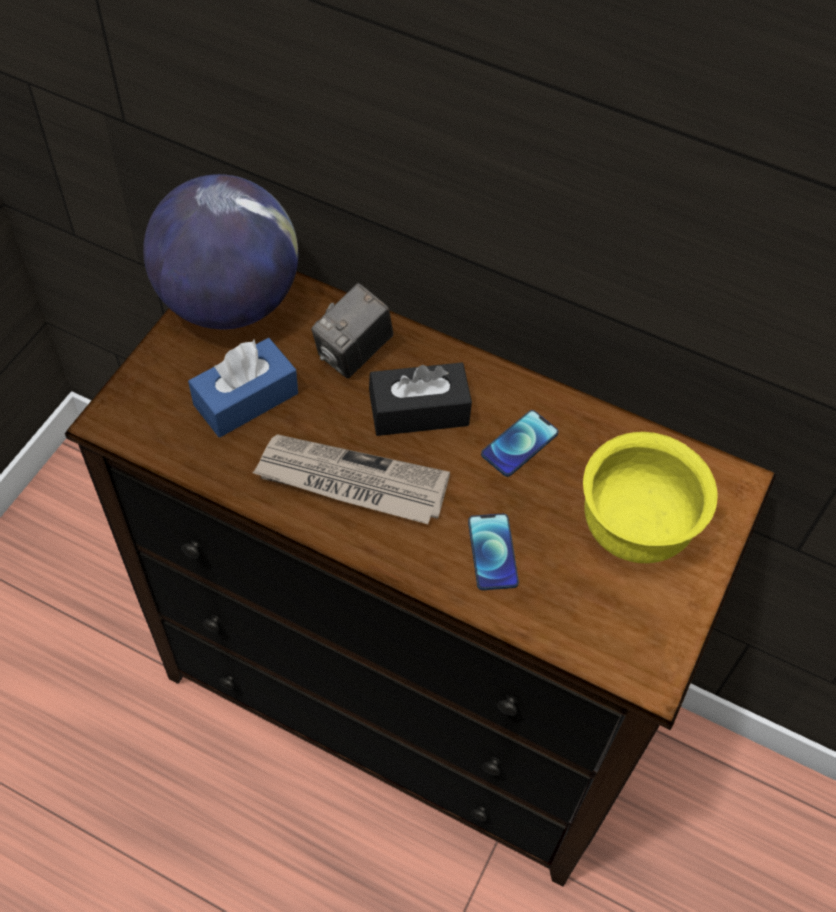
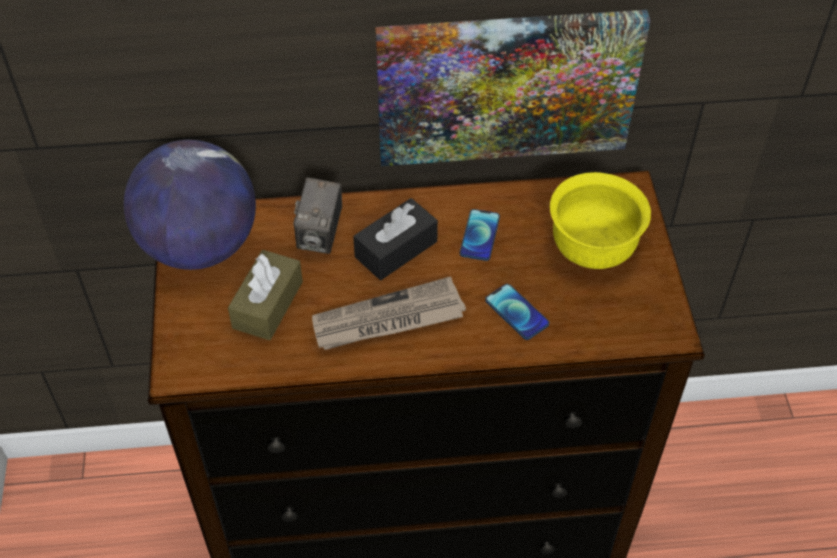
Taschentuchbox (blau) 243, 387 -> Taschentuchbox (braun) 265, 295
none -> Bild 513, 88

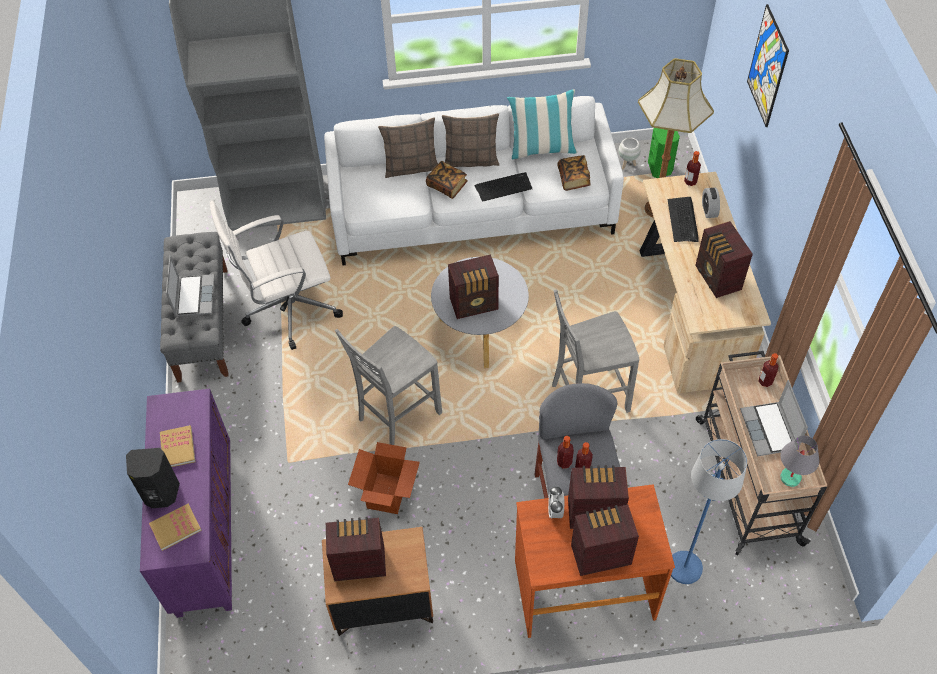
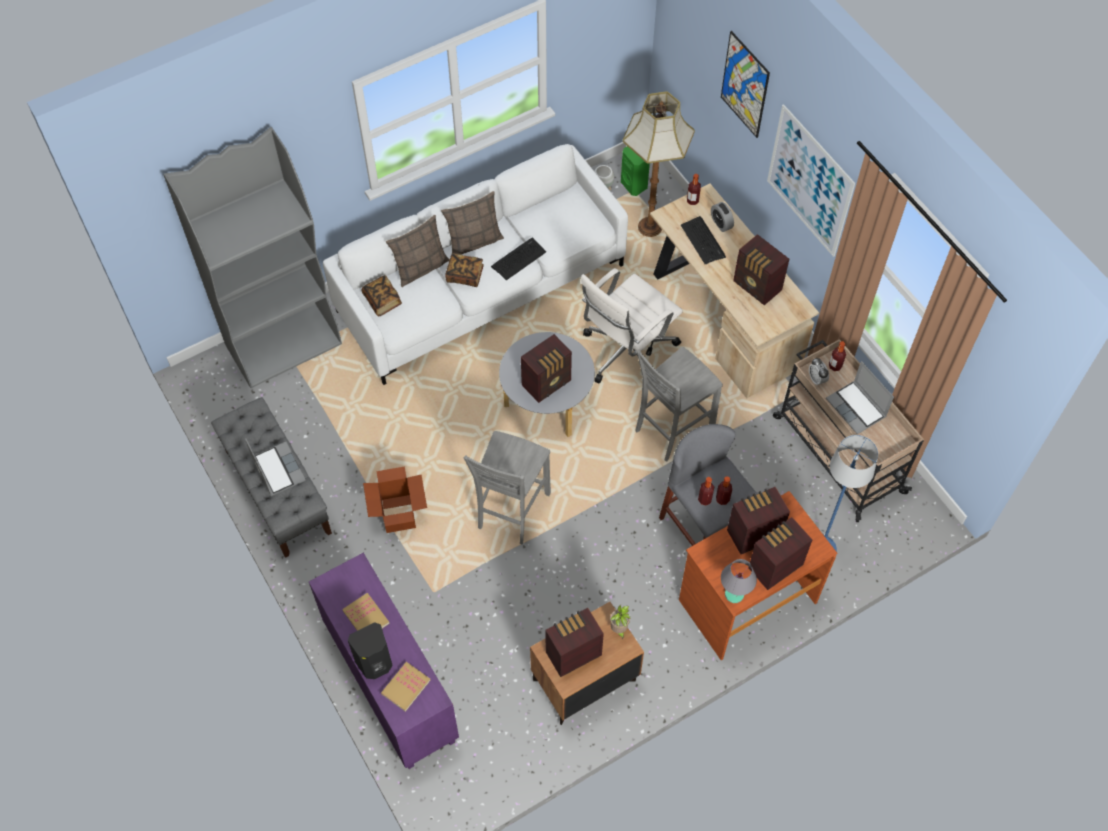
Buch 574, 173 -> Buch 382, 295, shifted
Karton 384, 478 -> Karton 395, 499, shifted
Bürostuhl (weiß) 276, 275 -> Bürostuhl (weiß) 631, 326, shifted
none -> Topfpflanze 620, 622
Tischlampe (grau) 799, 461 -> Tischlampe (grau) 739, 581, shifted
none -> Bild 811, 180
Wecker 556, 502 -> Wecker 819, 371, shifted
Kissen 542, 124 -> none

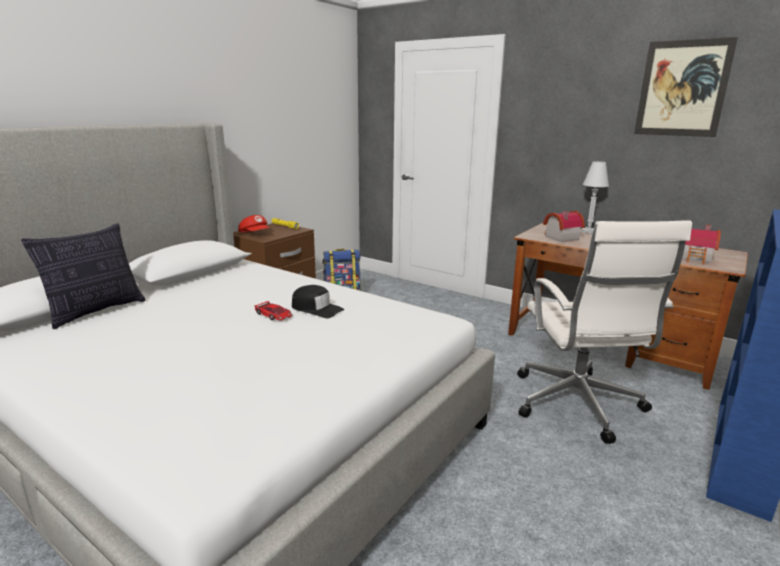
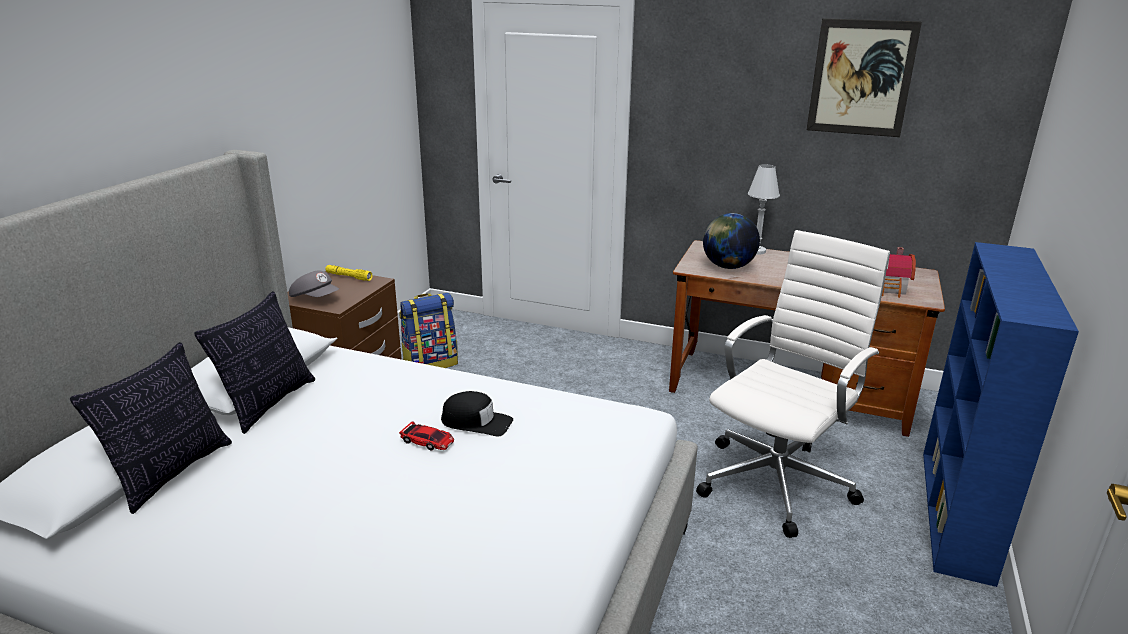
none -> Kissen 254, 362
Kappe (rot) 253, 223 -> Kappe (grau) 314, 284
Bürostuhl (weiß) 604, 332 -> Bürostuhl (weiß) 793, 384, 120 degrees counterclockwise
Spielzeughaus 564, 226 -> Globus 731, 241

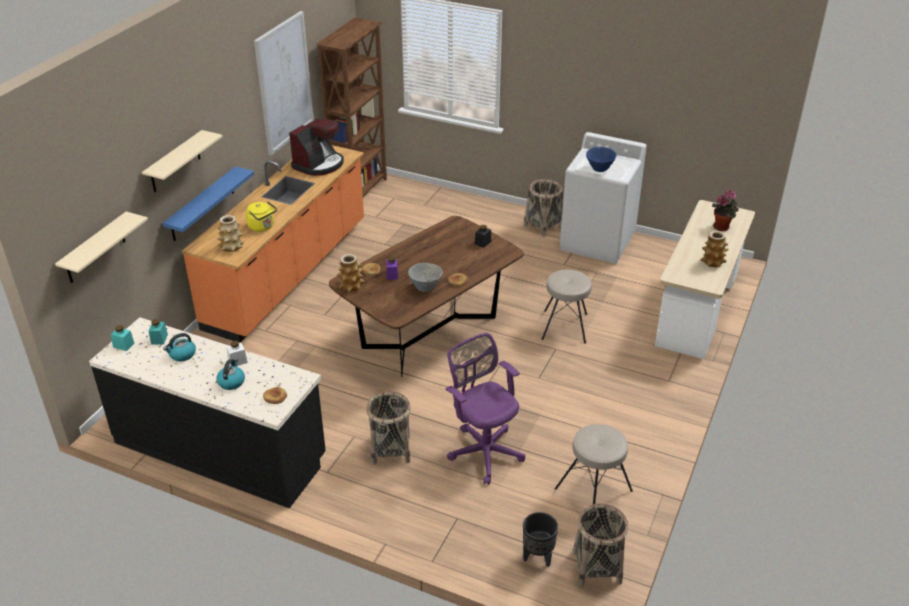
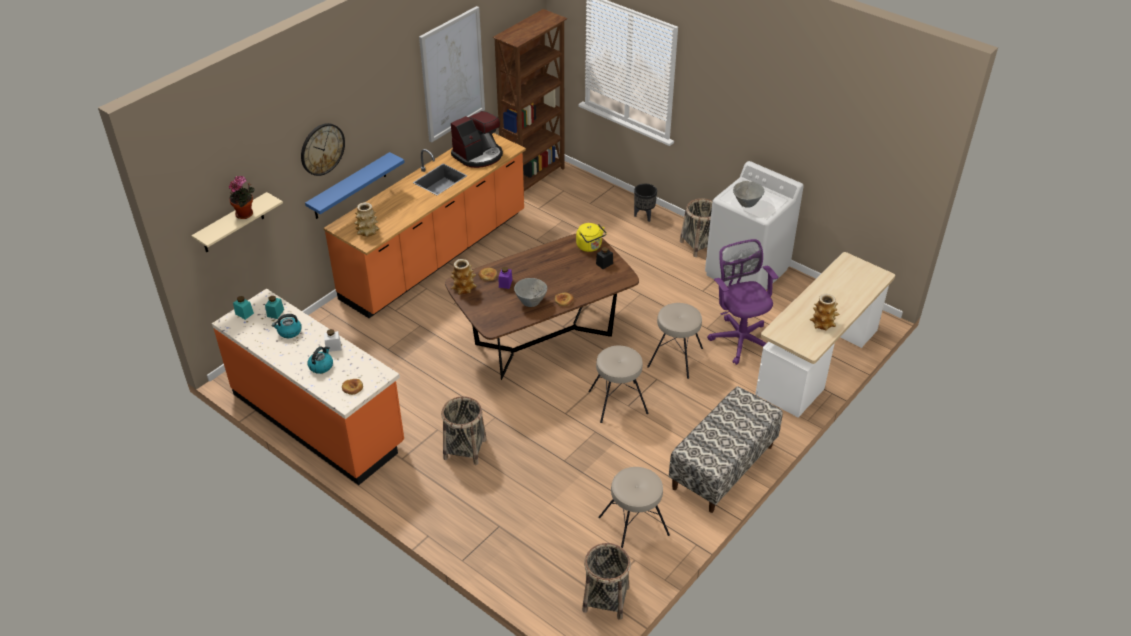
Küchenzeile (schwarz) 207, 412 -> Küchenzeile (orange) 308, 387
Topfpflanze 725, 210 -> Topfpflanze 242, 197, shifted
Wandregal (beige) 182, 161 -> Wanduhr 323, 149
Wasserkessel (gelb) 261, 216 -> Wasserkessel (gelb) 591, 237, shifted
none -> Hocker (beige) 618, 384
Pflanzkübel (schwarz) 540, 539 -> Pflanzkübel (schwarz) 645, 203, shifted
none -> Bank 726, 449
Bürostuhl (lila) 485, 409 -> Bürostuhl (lila) 742, 302, shifted
Schüssel (blau) 601, 159 -> Schüssel (grau) 748, 194

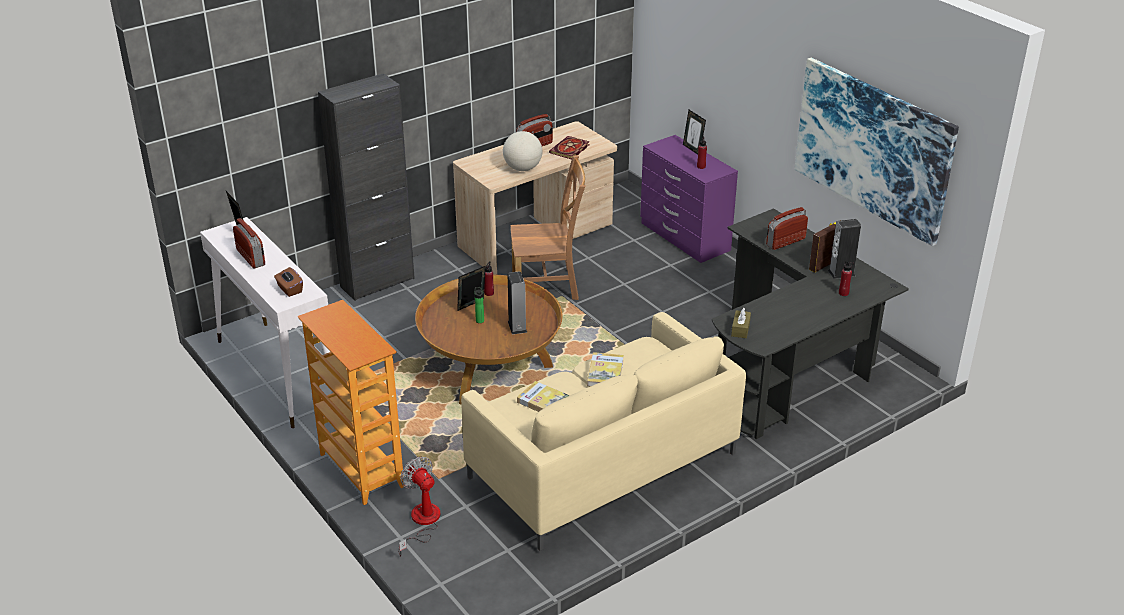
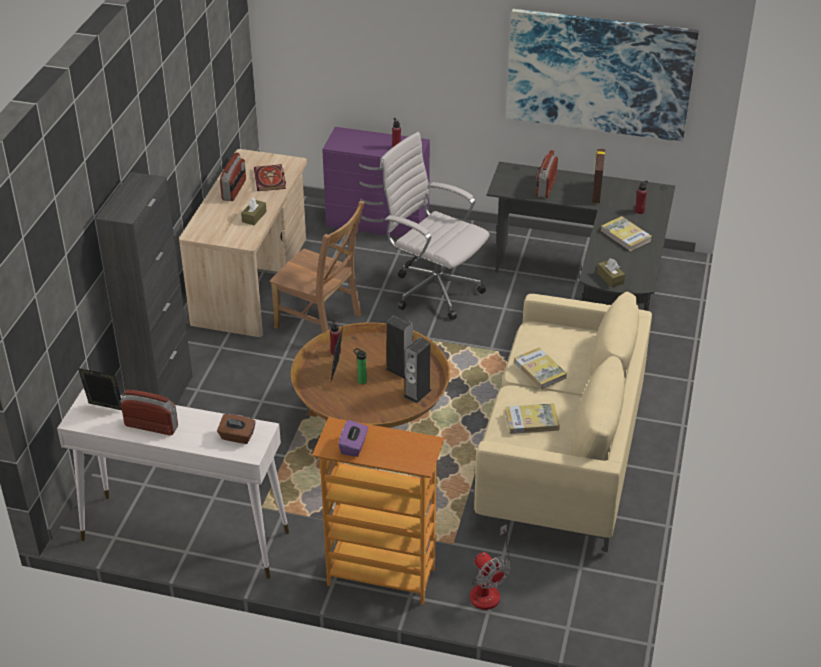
Globus 522, 151 -> Taschentuchbox (braun) 254, 211
Stuhl (braun) 548, 227 -> Stuhl (braun) 317, 267, 75 degrees clockwise
none -> Taschentuchbox (lila) 353, 438
none -> Bürostuhl (weiß) 435, 226
Lautsprecher 844, 249 -> Lautsprecher 418, 370, shifted
Ventilator 419, 507 -> Ventilator 490, 567, 135 degrees counterclockwise
none -> Buch 626, 233
Bilderrahmen 694, 132 -> none

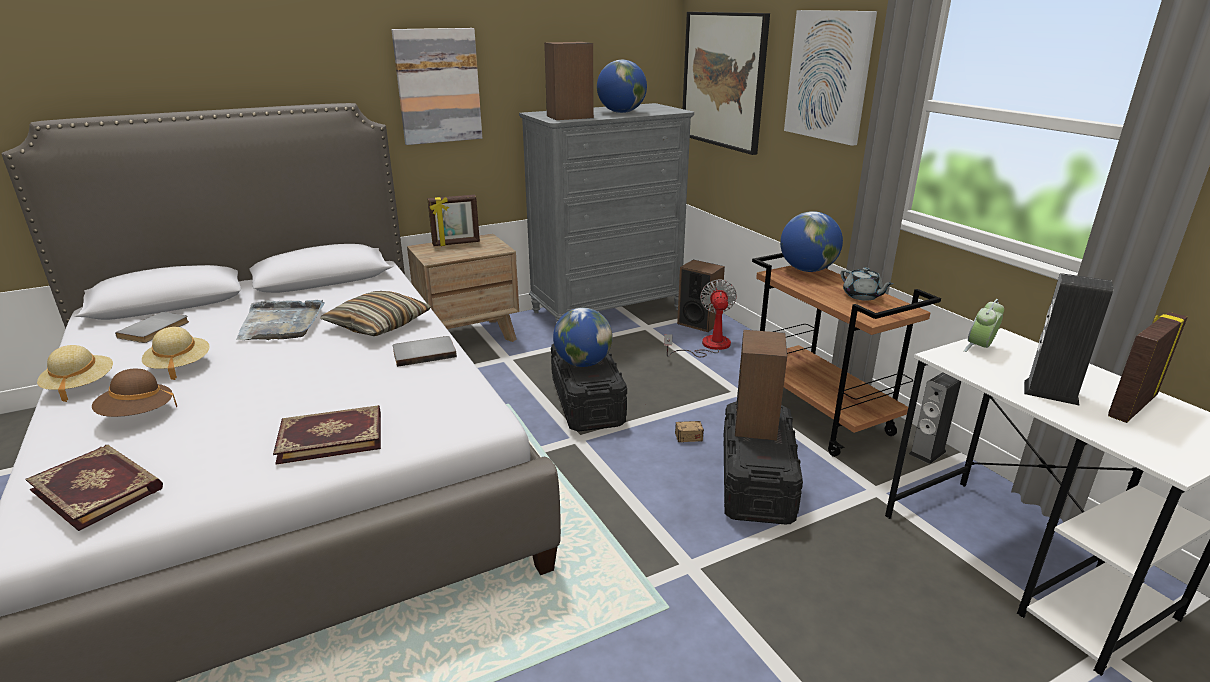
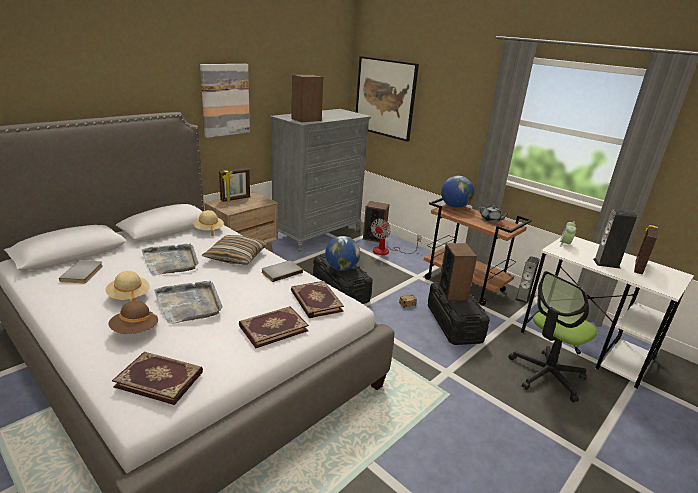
none -> Tablett (grau) 188, 302
Hut (beige) 75, 373 -> Hut (beige) 208, 223, shifted
none -> Buch 317, 299
Ventilator 700, 318 -> Ventilator 396, 237, 135 degrees counterclockwise
none -> Bürostuhl 553, 336
Globus 622, 86 -> none
Bild 830, 78 -> none

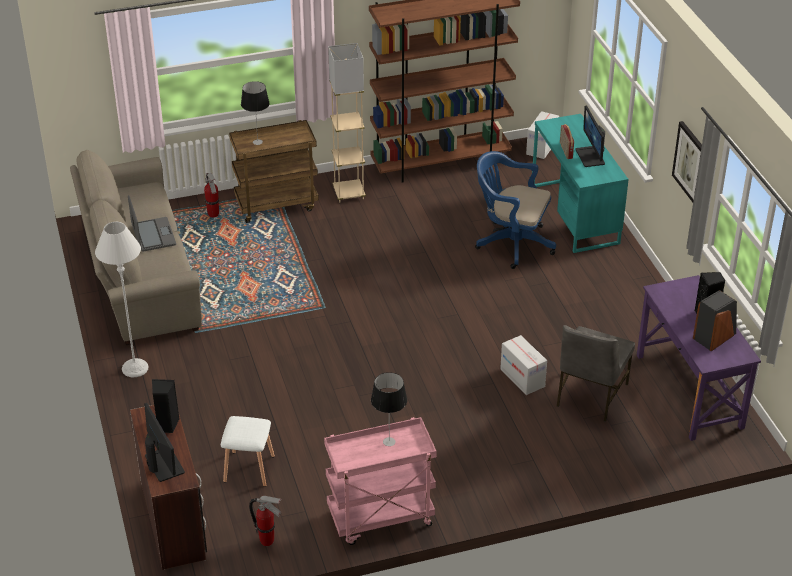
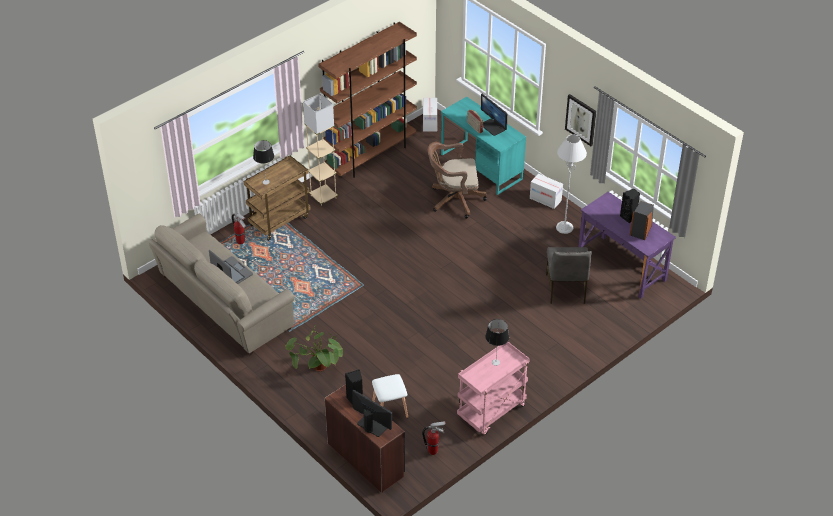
none -> Topfpflanze 314, 348
Bürostuhl (blau) 515, 210 -> Bürostuhl (braun) 457, 180
Karton 523, 365 -> Karton 546, 191, shifted
Stehlampe (grau) 122, 299 -> Stehlampe (grau) 571, 184, shifted

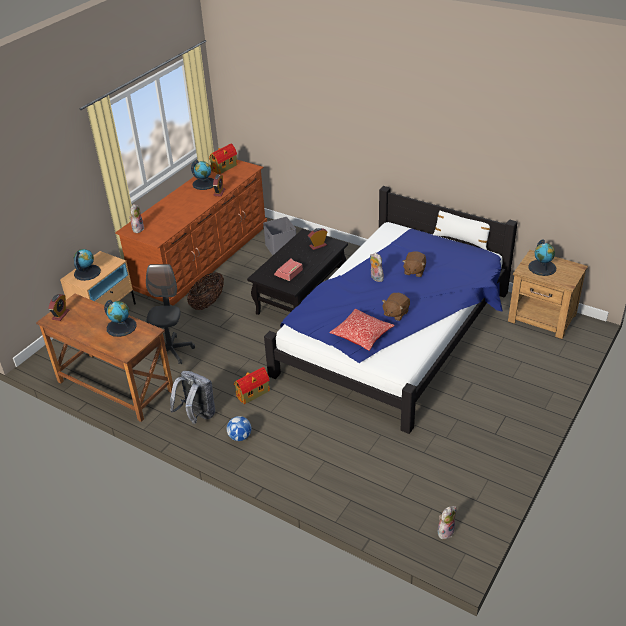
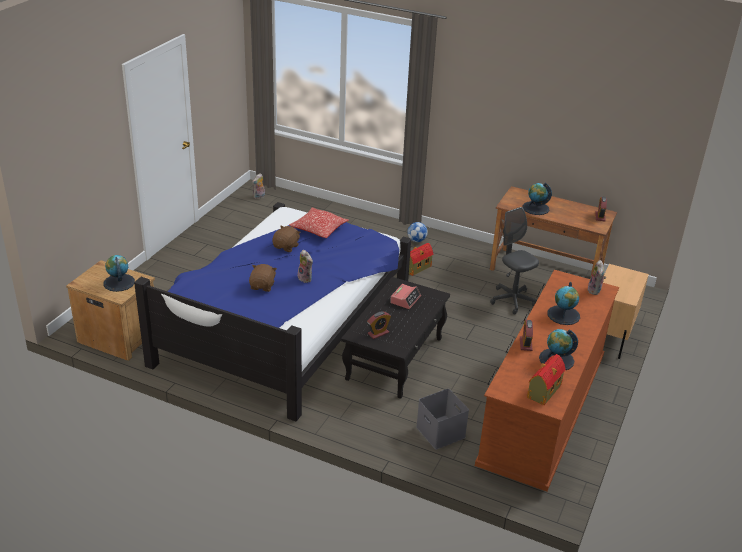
Bürostuhl (grau) 170, 314 -> Bürostuhl (grau) 514, 261, 150 degrees clockwise
Globus 87, 265 -> Globus 563, 303, shifted
Rucksack (grau) 192, 397 -> none
Korb 205, 291 -> none

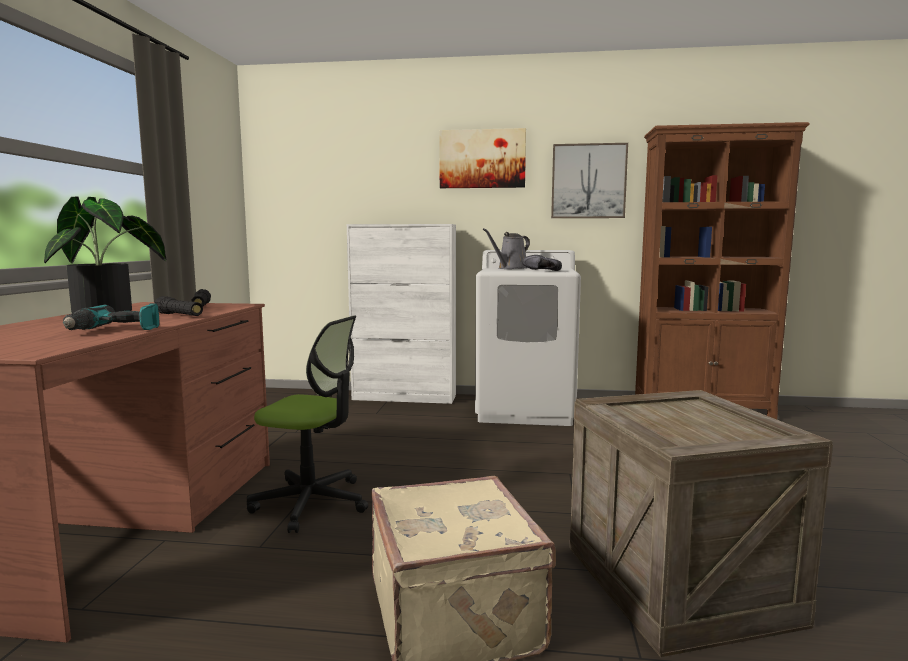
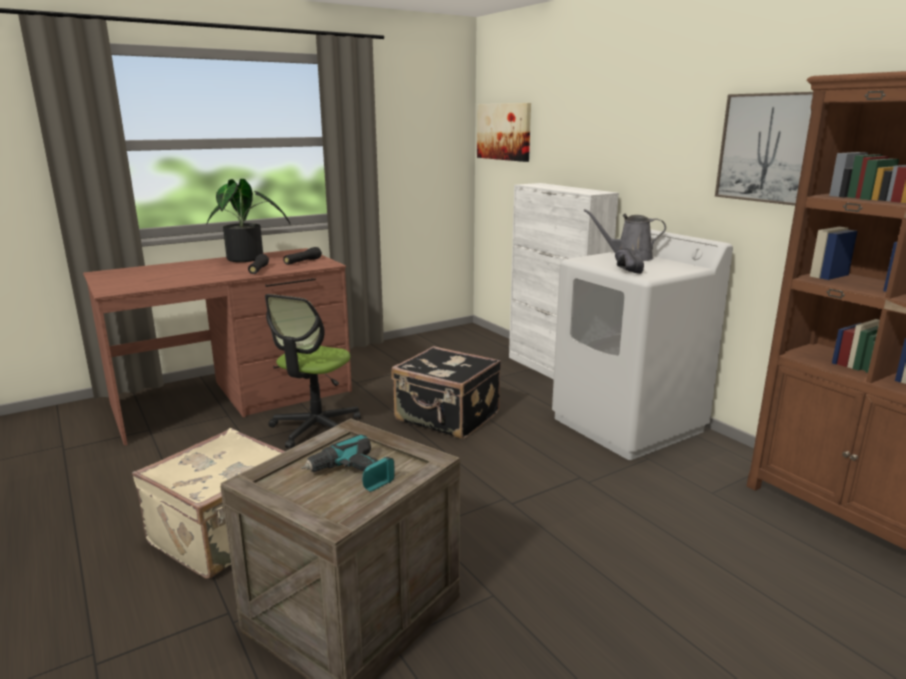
Bürostuhl 307, 424 -> Bürostuhl 313, 371, 45 degrees clockwise
Bohrmaschine 111, 316 -> Bohrmaschine 348, 463, shifted
none -> Koffer (schwarz) 446, 392
Bild 482, 158 -> Bild 504, 132, shifted

